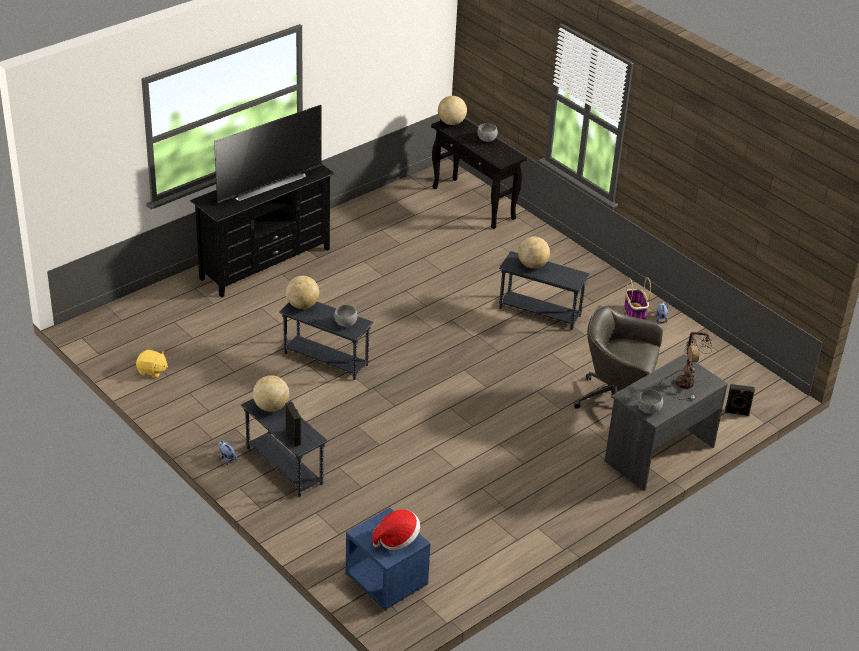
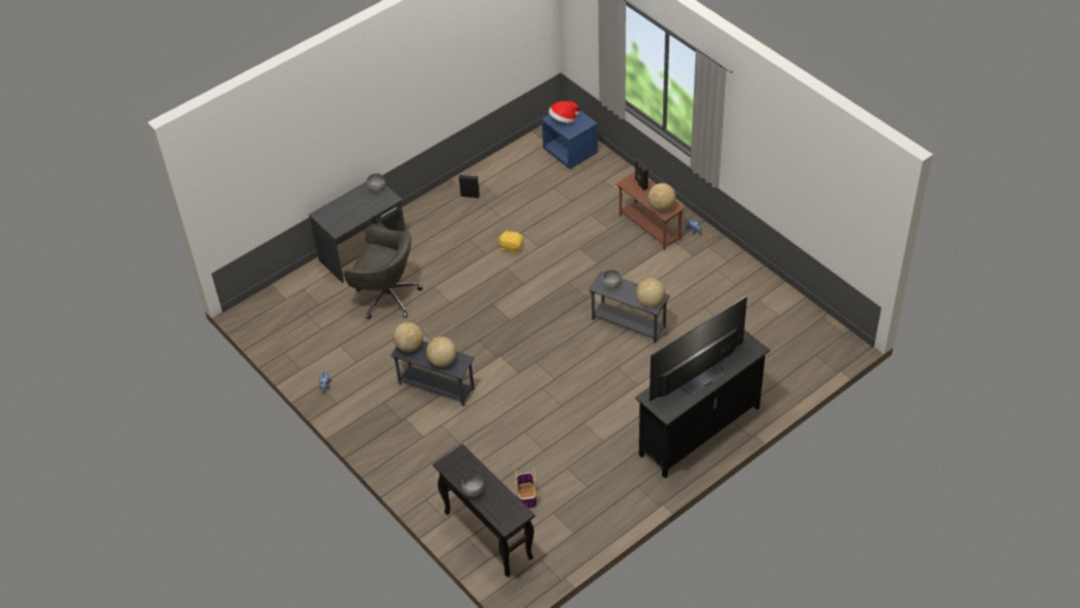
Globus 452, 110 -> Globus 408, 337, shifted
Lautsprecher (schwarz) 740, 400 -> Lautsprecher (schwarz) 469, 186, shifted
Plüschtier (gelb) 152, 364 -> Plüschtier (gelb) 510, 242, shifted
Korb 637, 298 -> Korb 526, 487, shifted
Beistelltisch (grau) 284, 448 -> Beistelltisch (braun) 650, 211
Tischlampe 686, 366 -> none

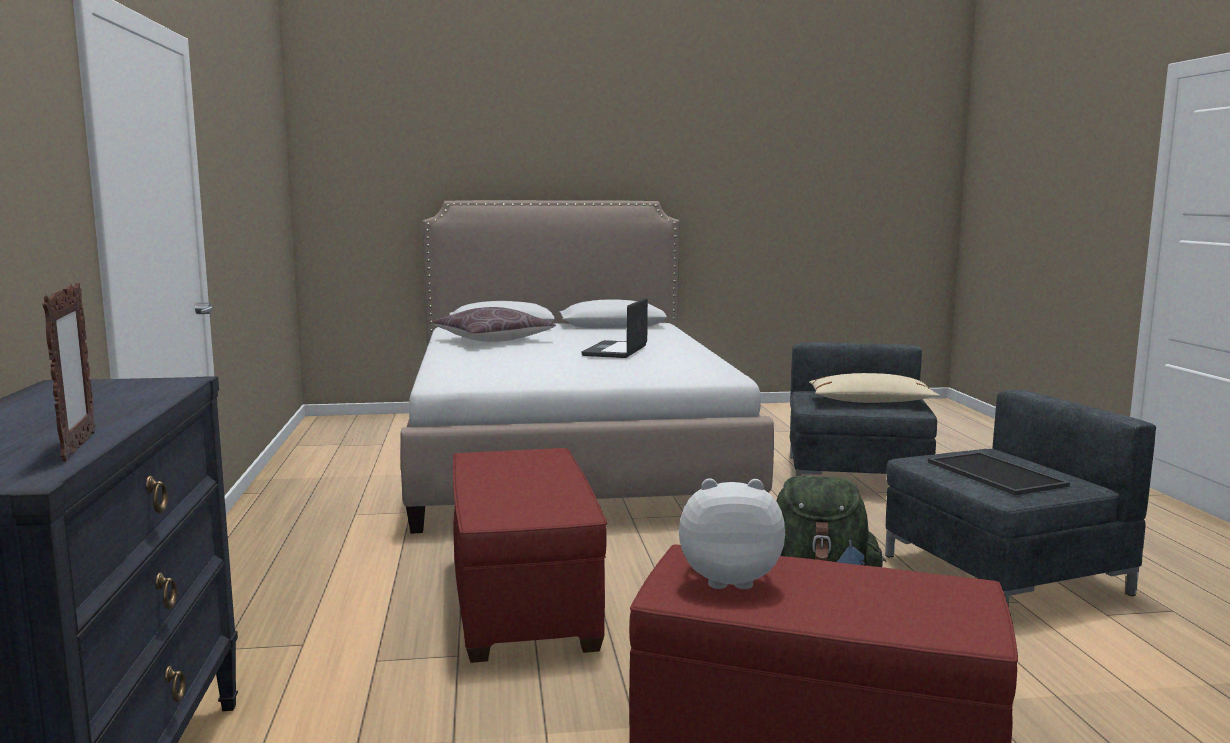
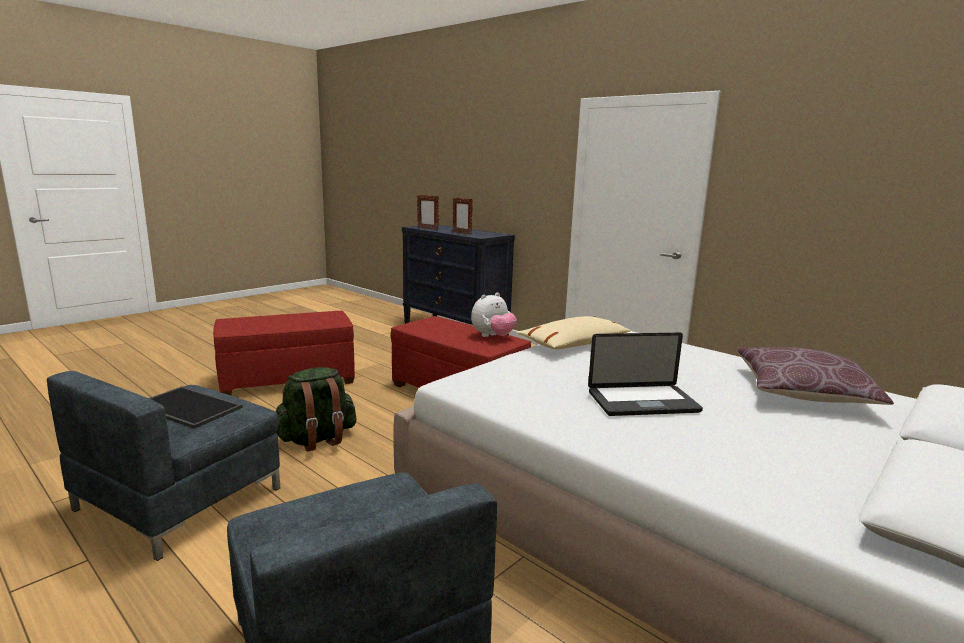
none -> Bilderrahmen 463, 216
Plüschtier 732, 533 -> Plüschtier 494, 315, shifted
Kissen (beige) 874, 388 -> Kissen (beige) 574, 332, shifted
Laptop 615, 328 -> Laptop 645, 374, 105 degrees clockwise

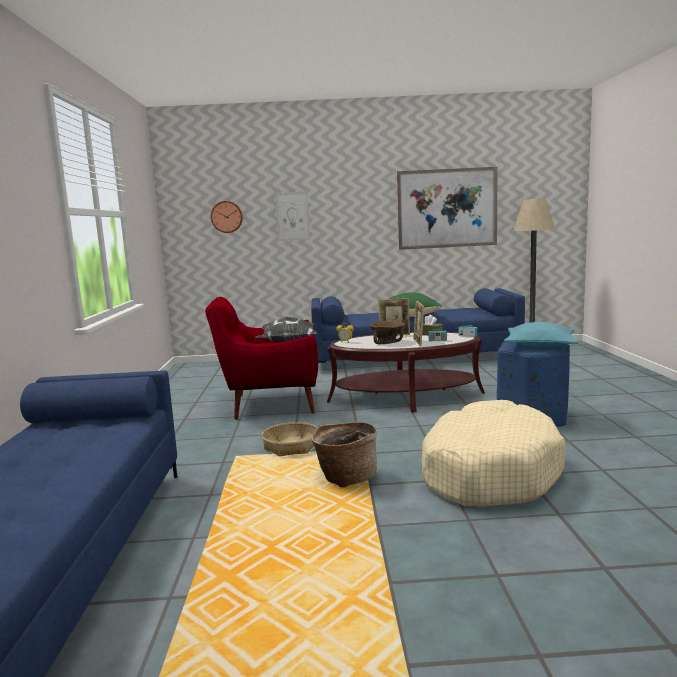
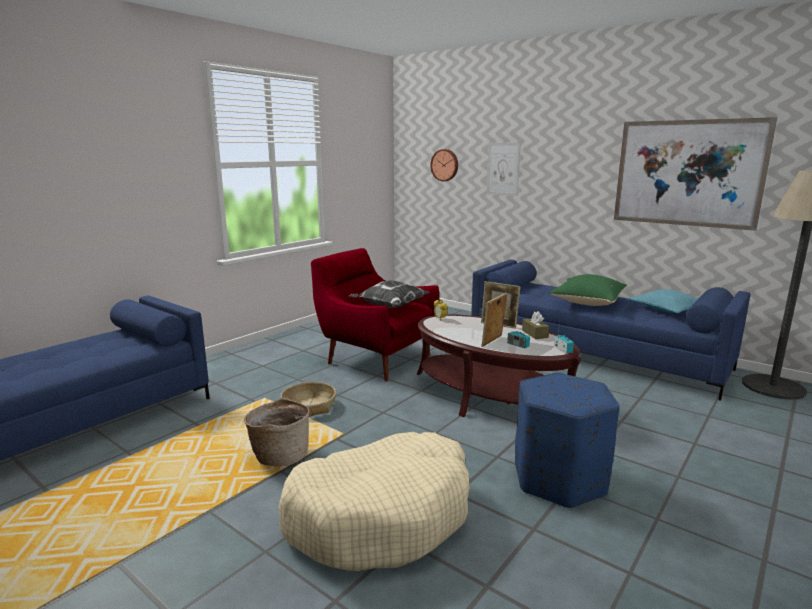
Kissen (türkis) 541, 334 -> Kissen (türkis) 662, 301, shifted
Schüssel (braun) 387, 332 -> none

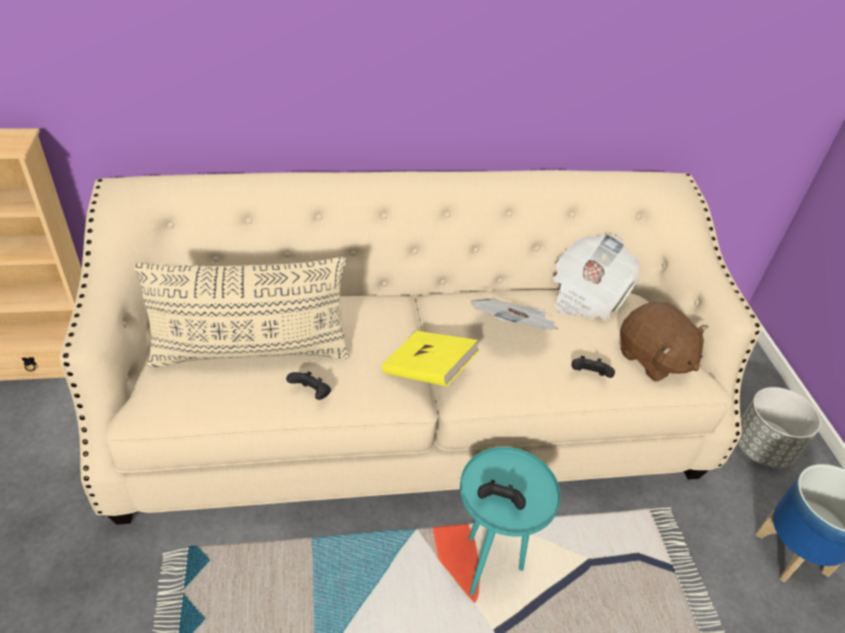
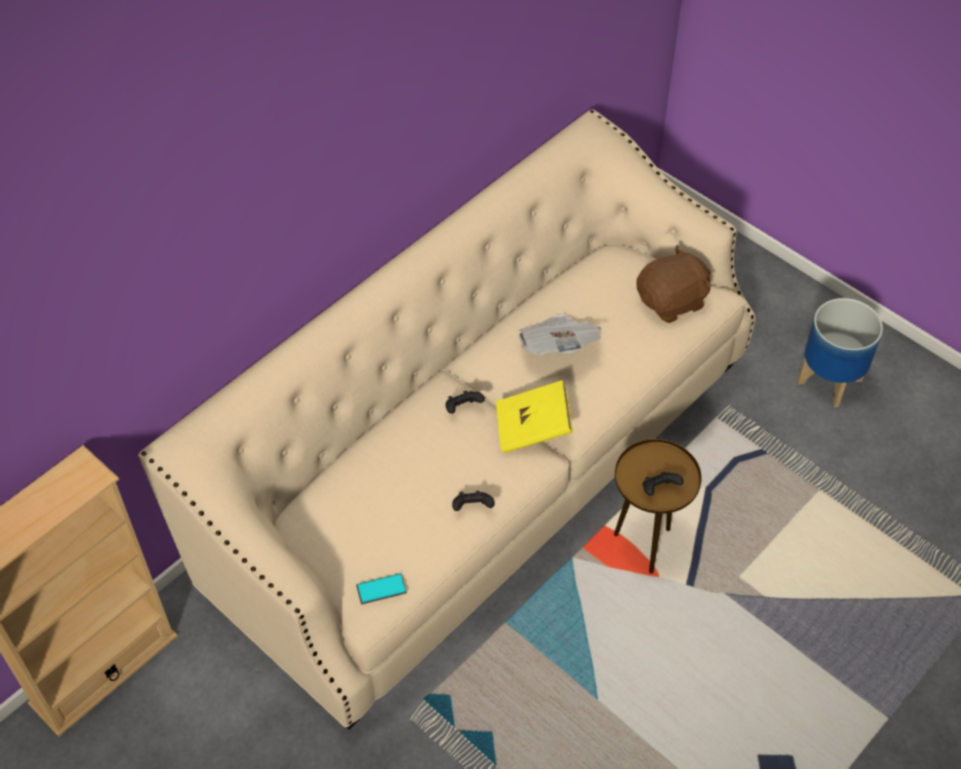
none -> Handy 381, 588
Gamepad (schwarz) 593, 367 -> Gamepad (schwarz) 465, 402, shifted
Beistelltisch (türkis) 510, 521 -> Beistelltisch (braun) 658, 506
Plüschtier (braun) 664, 341 -> Plüschtier (braun) 674, 284, 45 degrees counterclockwise
Kissen (beige) 242, 312 -> none
Zeitung 597, 277 -> none
Pflanzkübel (grau) 779, 427 -> none

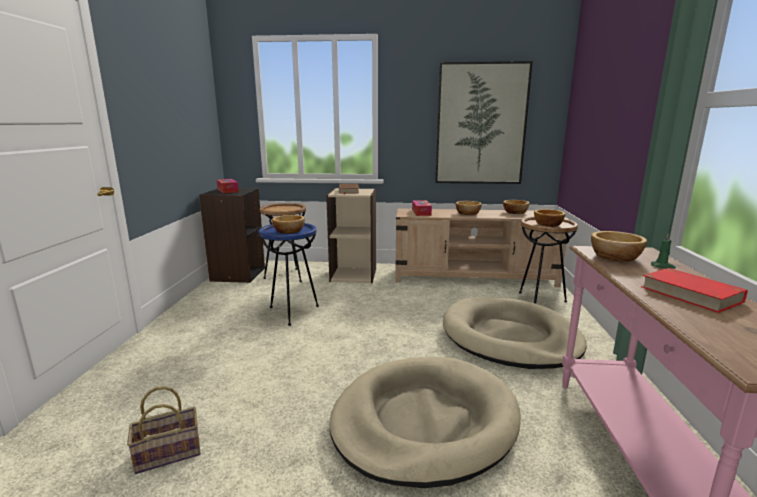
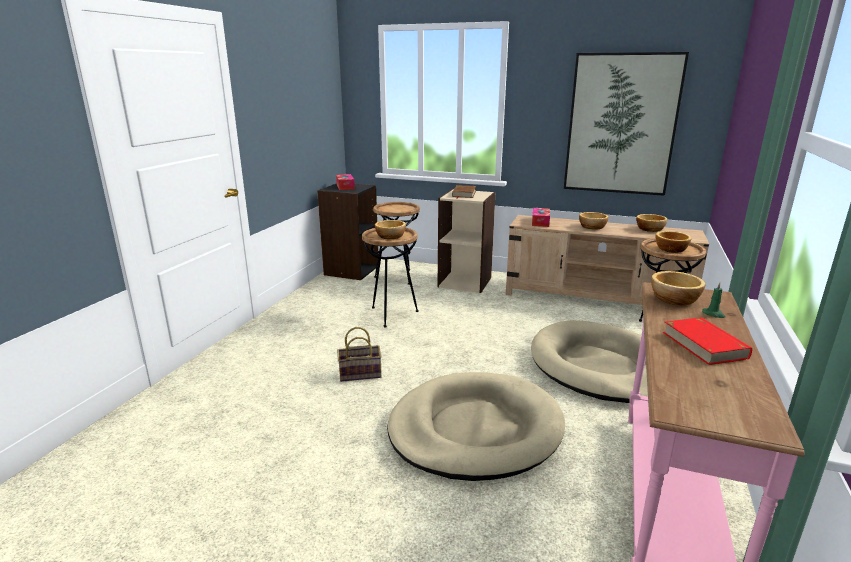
Korb 164, 430 -> Korb 359, 354, shifted
Beistelltisch (blau) 288, 274 -> Beistelltisch (braun) 390, 278

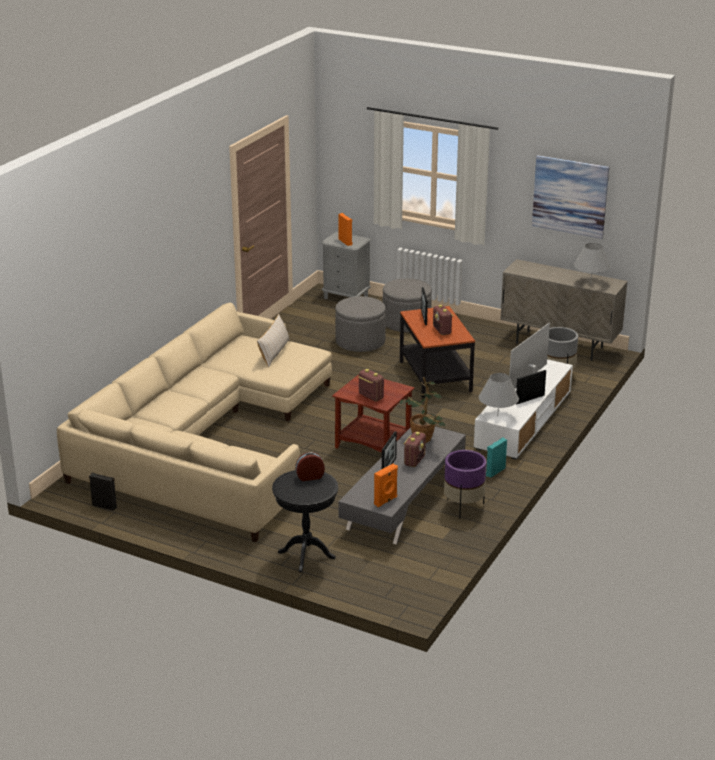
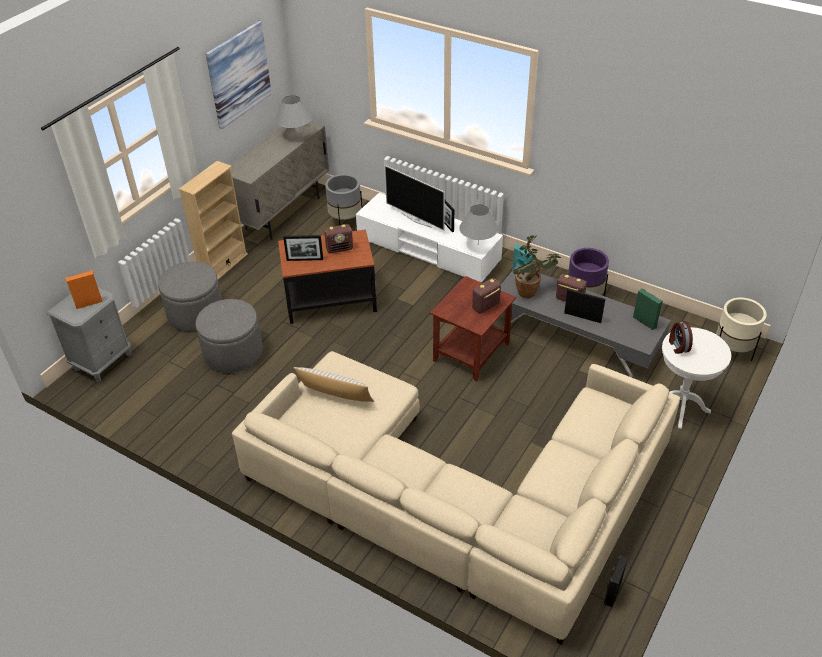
none -> Bücherregal (beige) 213, 220
Lautsprecher (orange) 386, 485 -> Lautsprecher (grün) 648, 309
Beistelltisch (schwarz) 305, 521 -> Beistelltisch (weiß) 696, 378
none -> Pflanzkübel (beige) 741, 329

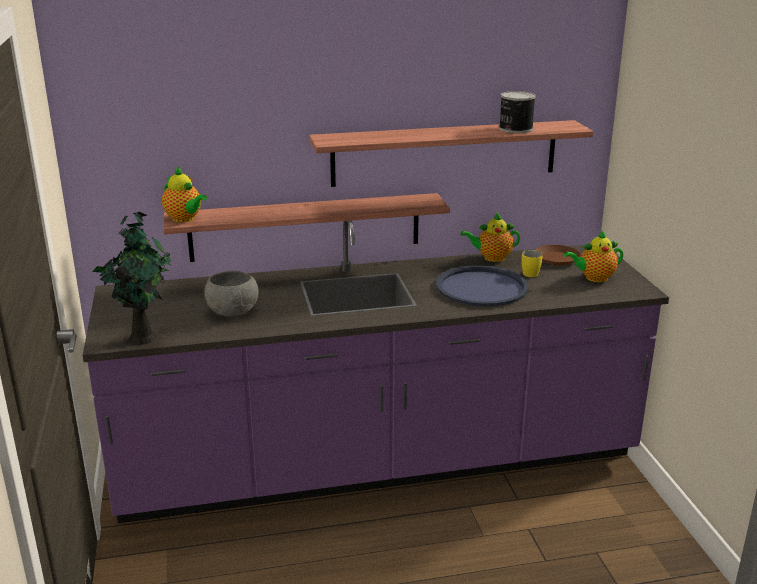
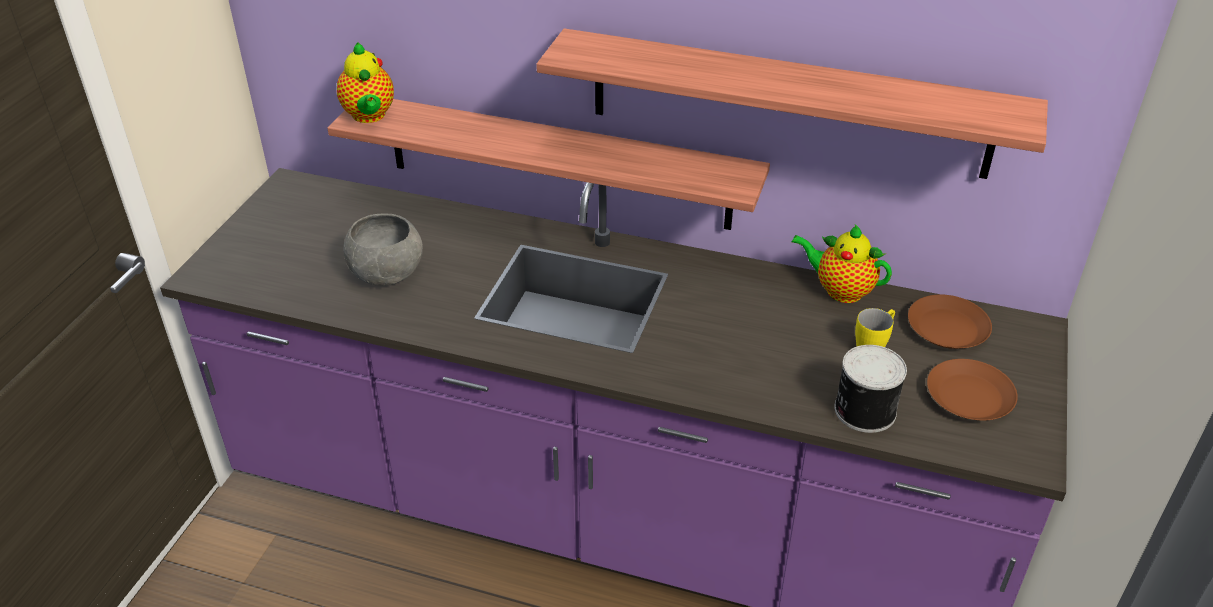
Dose 517, 112 -> Dose 870, 389, shifted
Teekanne 593, 256 -> Teller (braun) 972, 389
Topfpflanze 131, 278 -> none
Tablett (blau) 482, 285 -> none

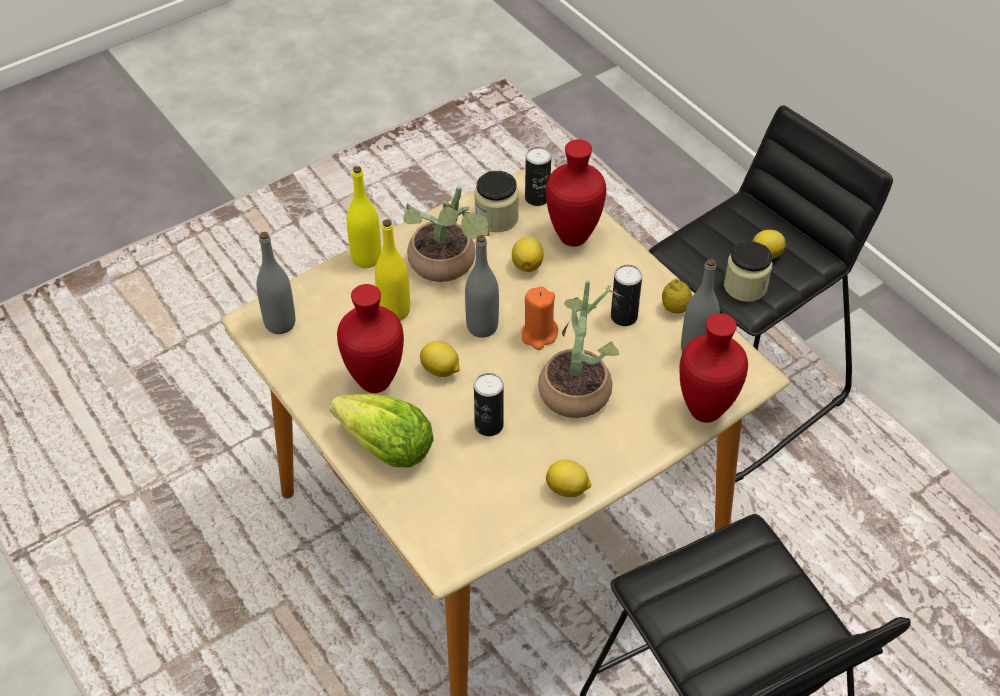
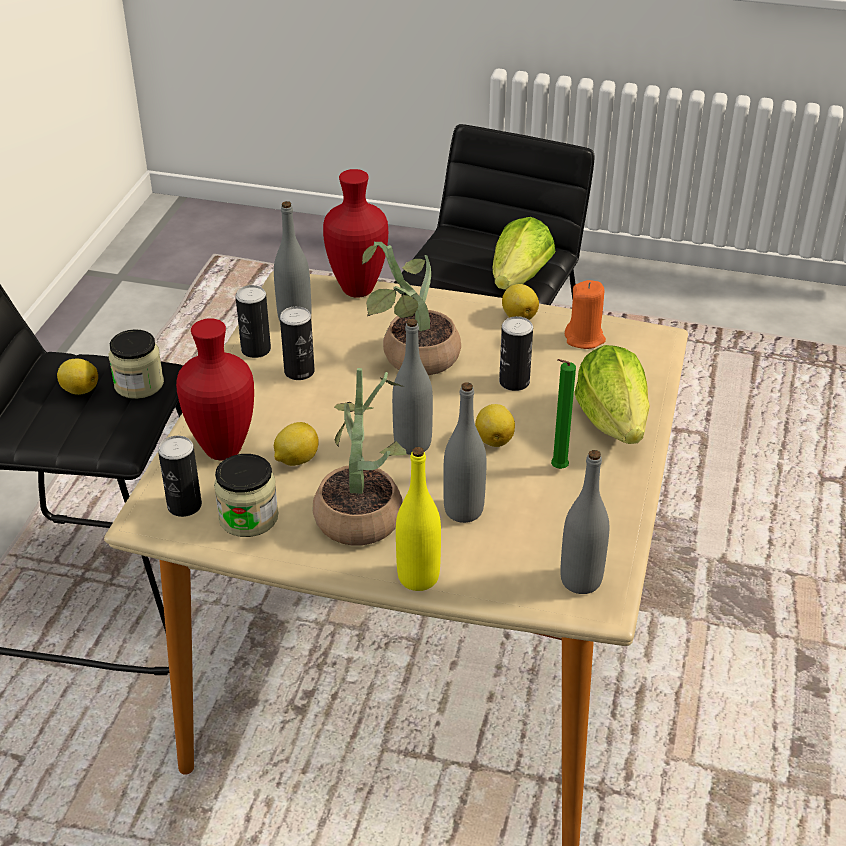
Zitrone 677, 296 -> Dose 253, 321
Flasche (gelb) 392, 270 -> Flasche (grau) 465, 452
none -> Salatkopf 524, 253
Vase (rot) 370, 338 -> Kerze (grün) 563, 414
Kerze (orange) 539, 318 -> Kerze (orange) 585, 314, shifted

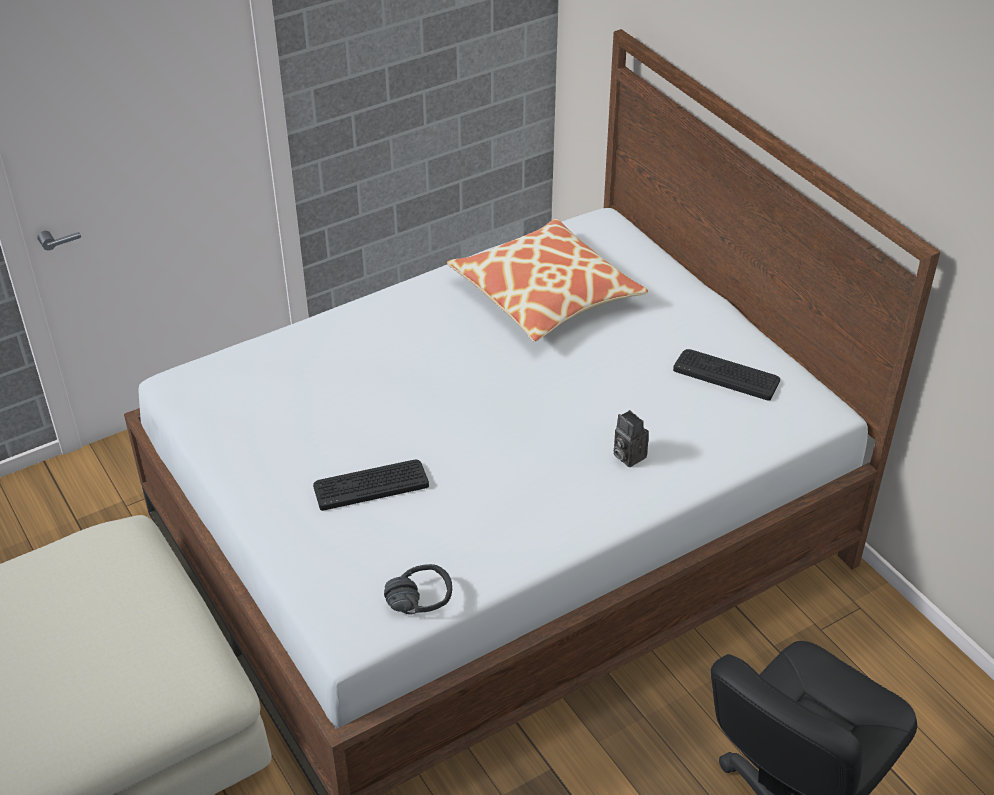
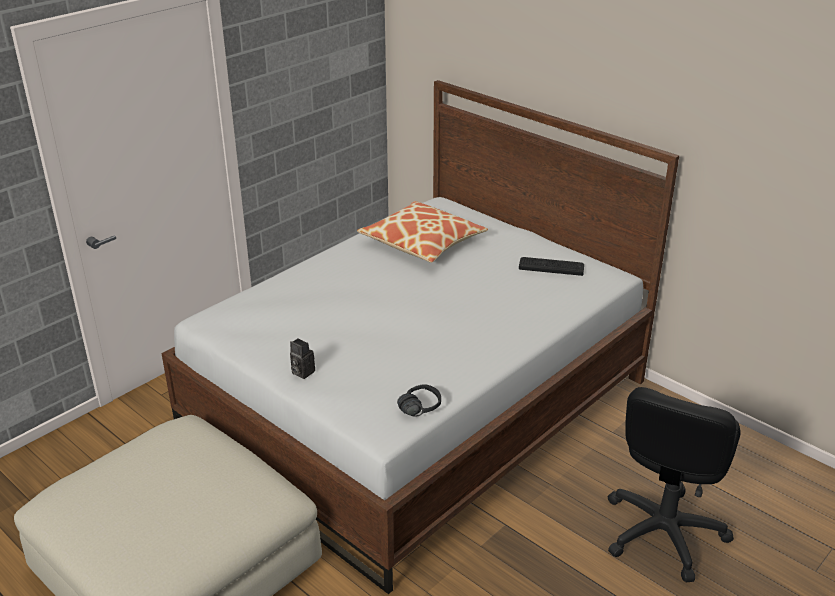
Kamera 631, 438 -> Kamera 302, 358, shifted
Tastatur 371, 485 -> none

